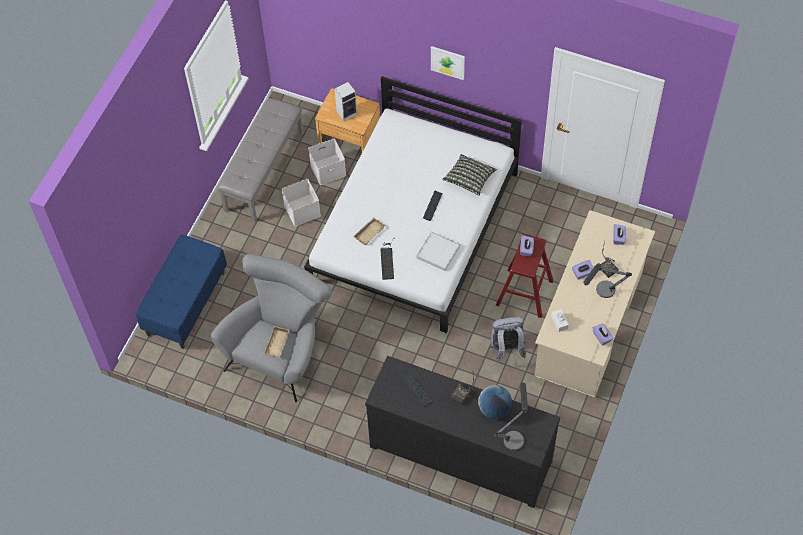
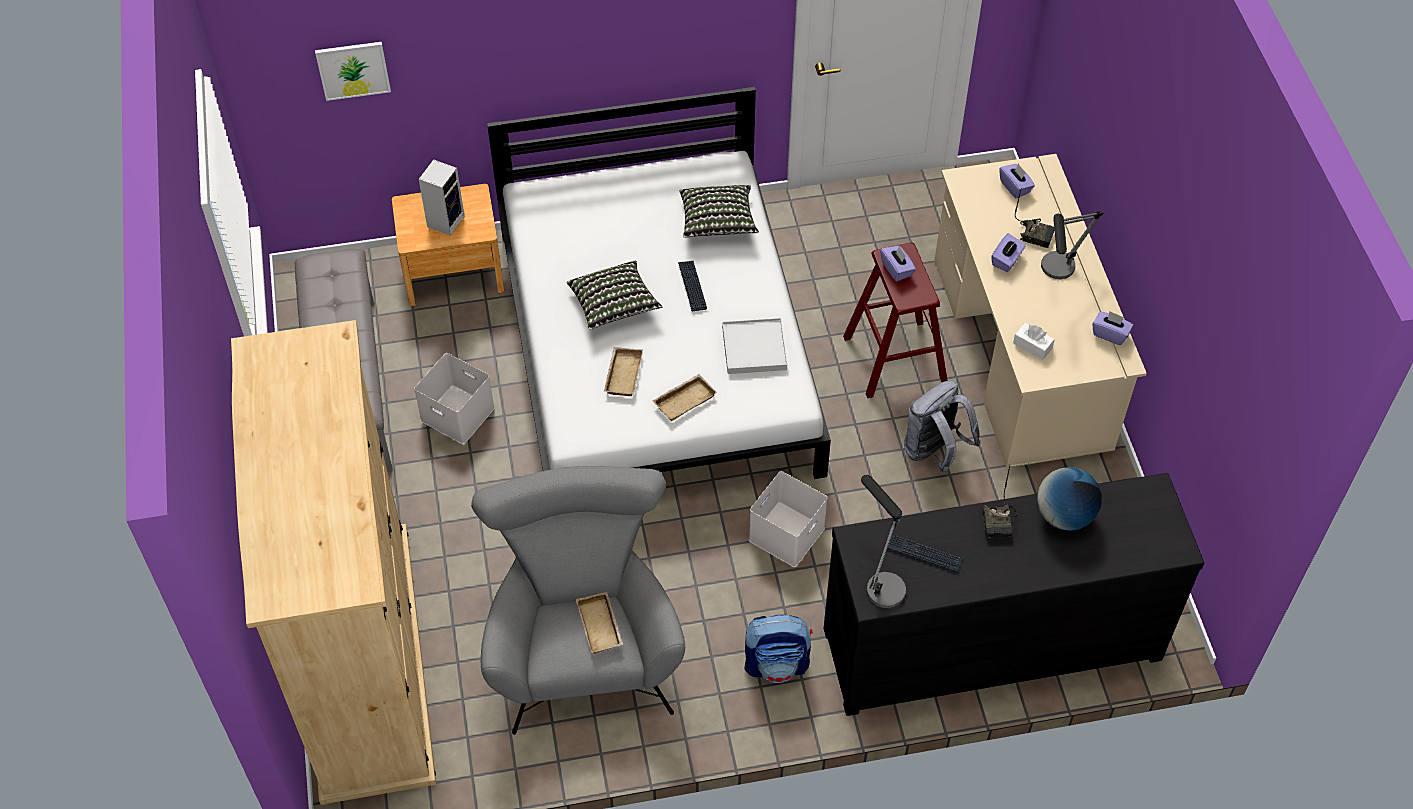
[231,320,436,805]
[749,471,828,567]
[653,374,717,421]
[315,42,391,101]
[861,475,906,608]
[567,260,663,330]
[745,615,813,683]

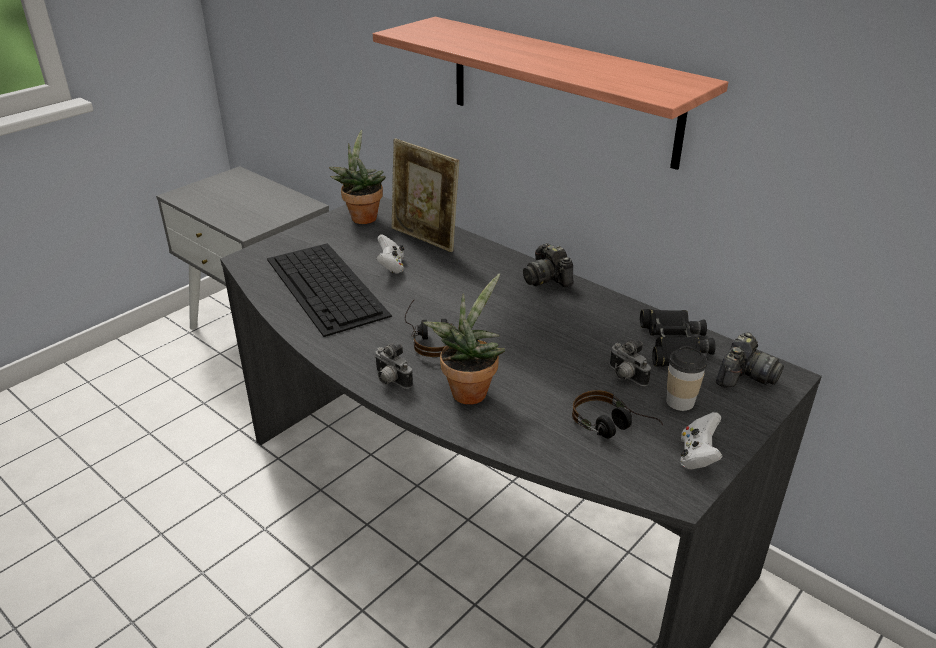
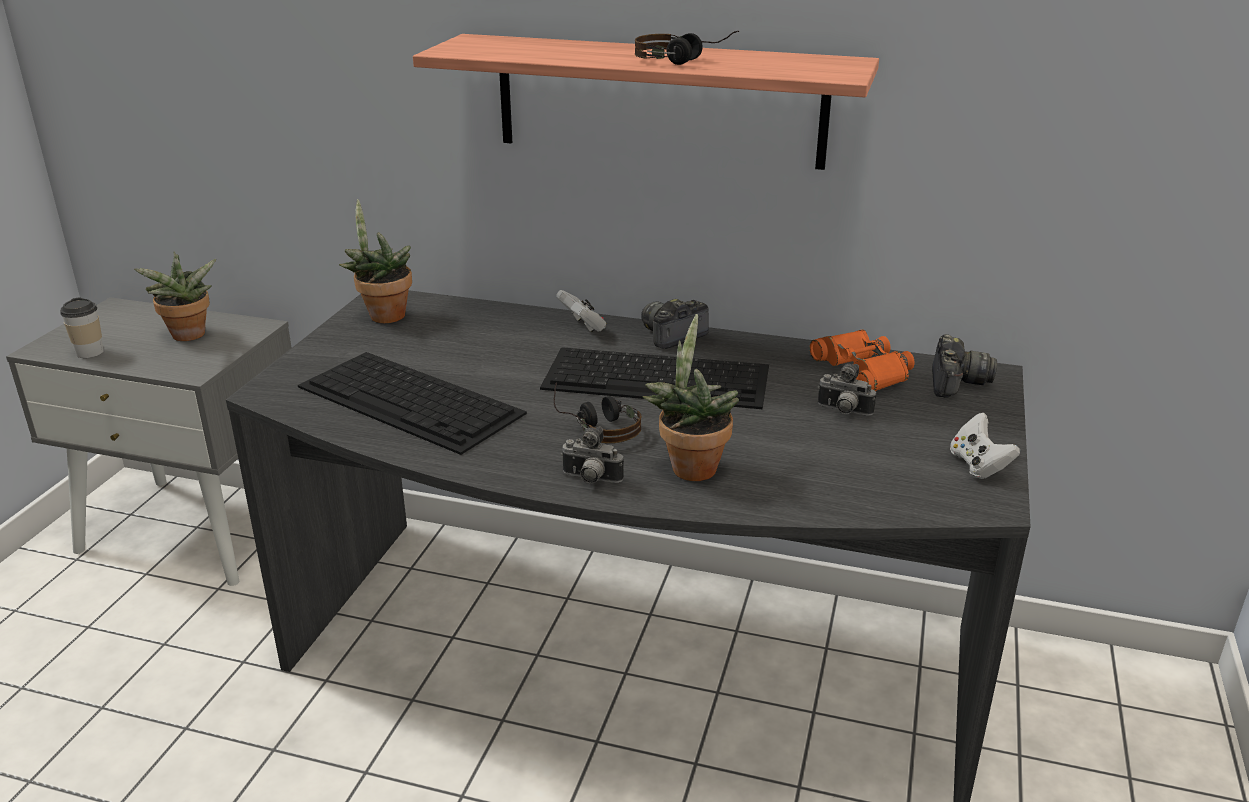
[556,290,606,332]
[392,138,459,252] (first image)
[641,299,709,349]
[635,31,739,65]
[810,329,915,391]
[60,298,104,358]
[134,251,216,341]
[540,347,769,409]

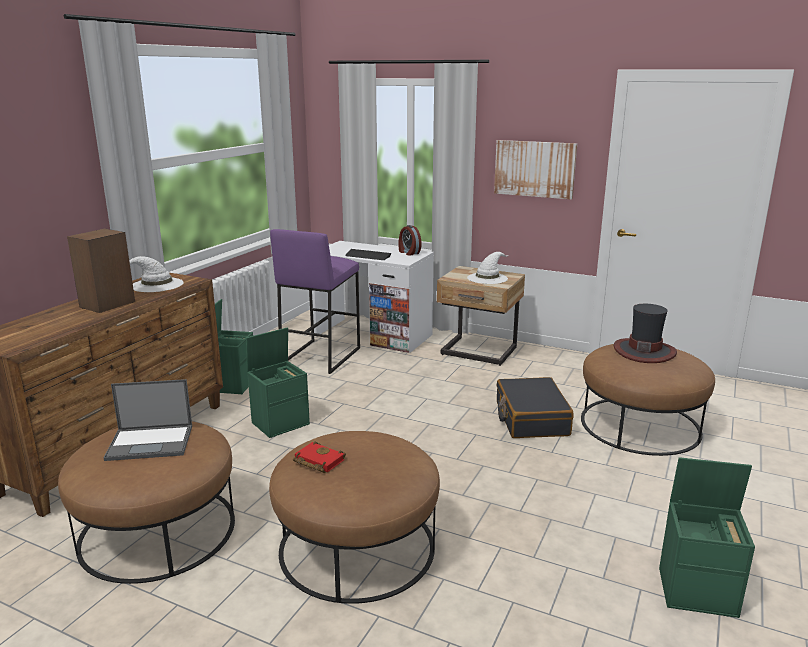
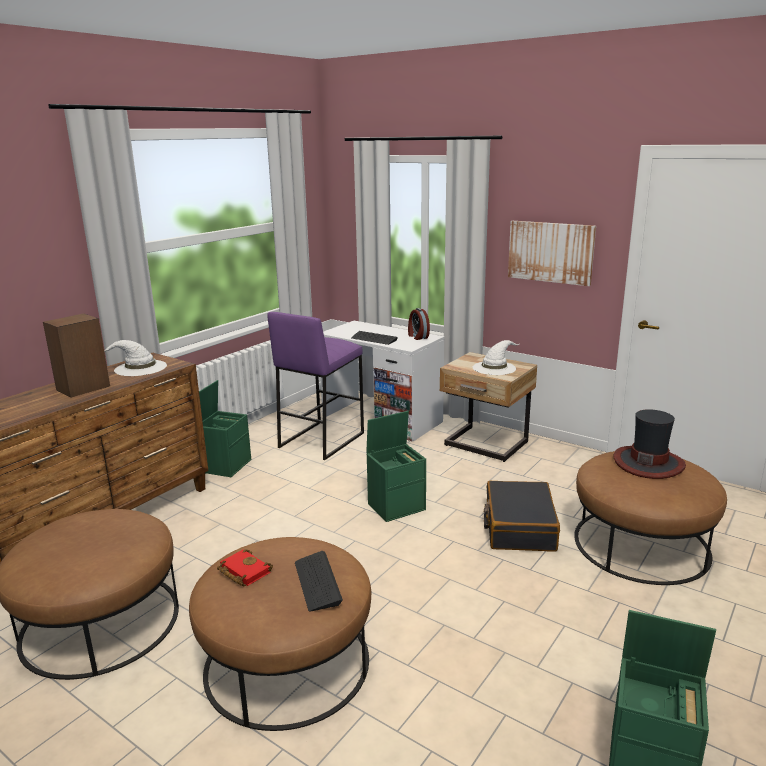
[104,379,192,461] (first image)
[366,411,426,522]
[295,551,343,612]

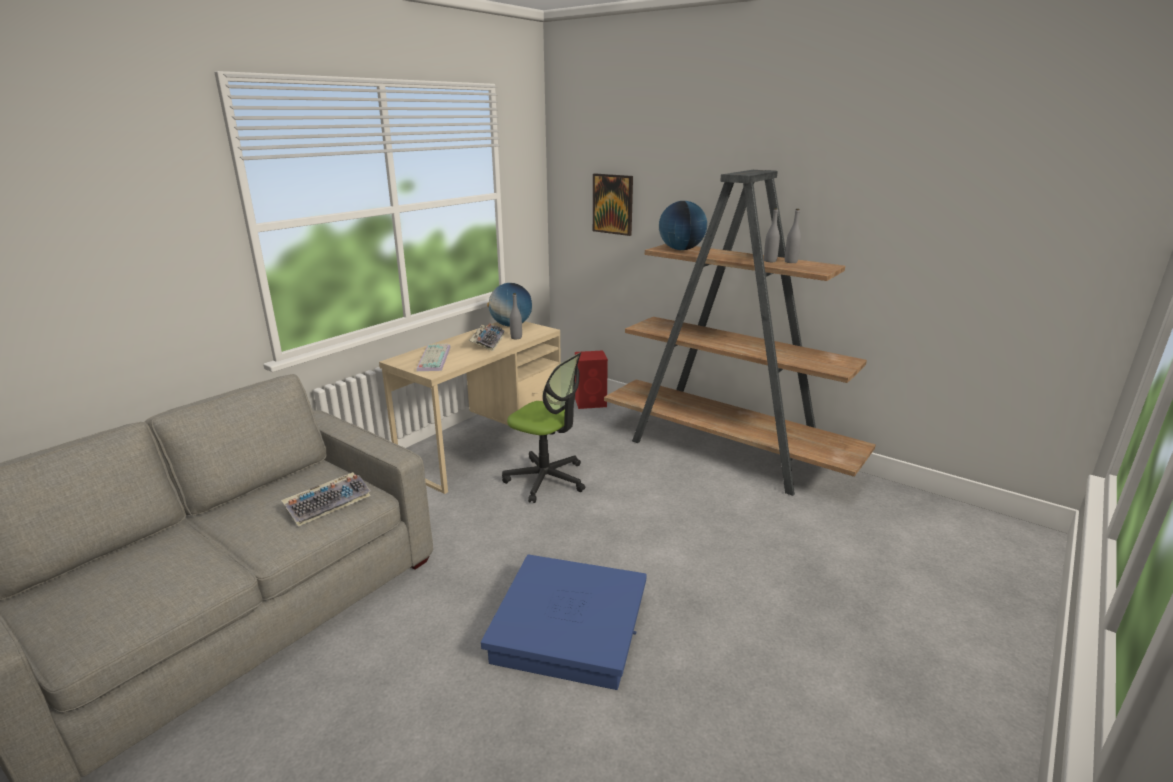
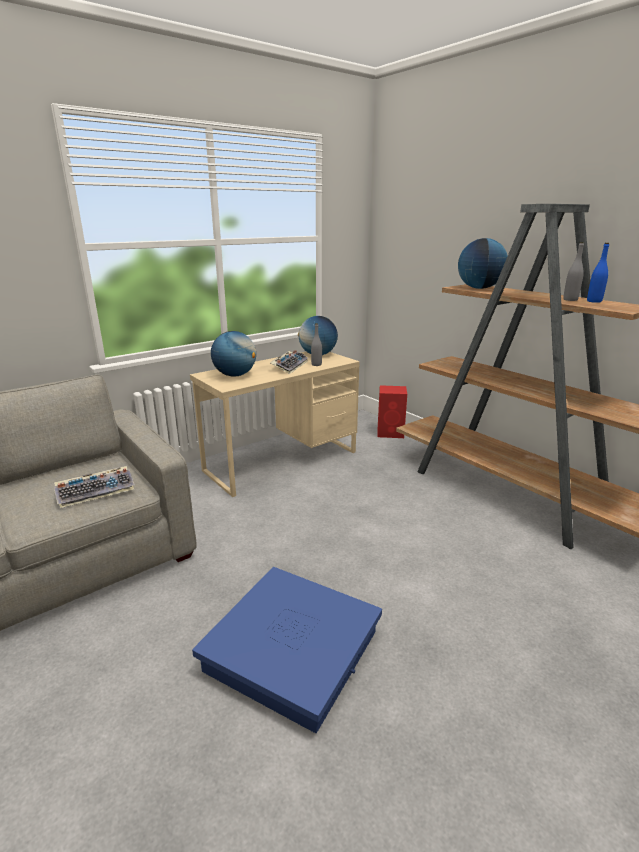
[211,331,256,377]
[502,353,585,503] (first image)
[593,174,633,236] (first image)
[587,243,609,303]

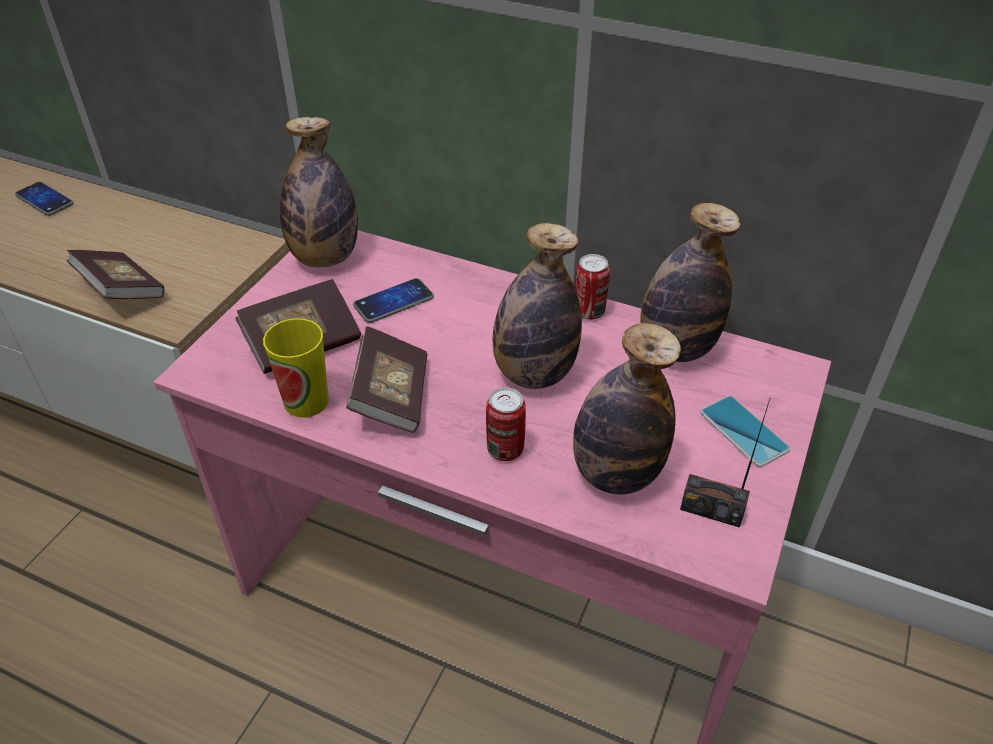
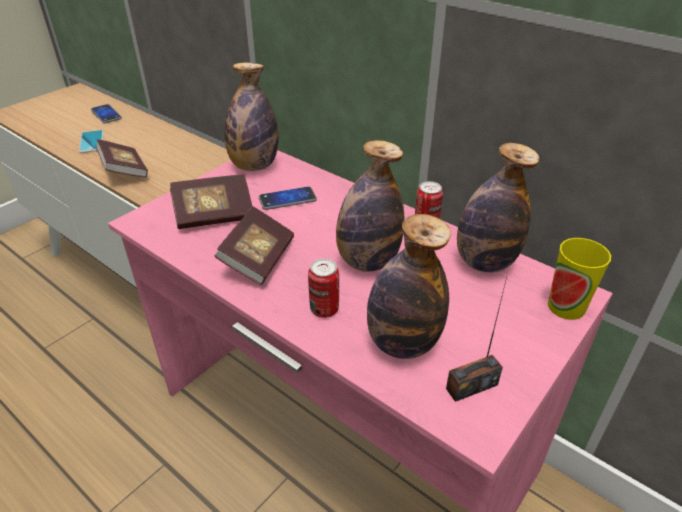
[548,238,611,320]
[446,277,507,402]
[79,130,104,153]

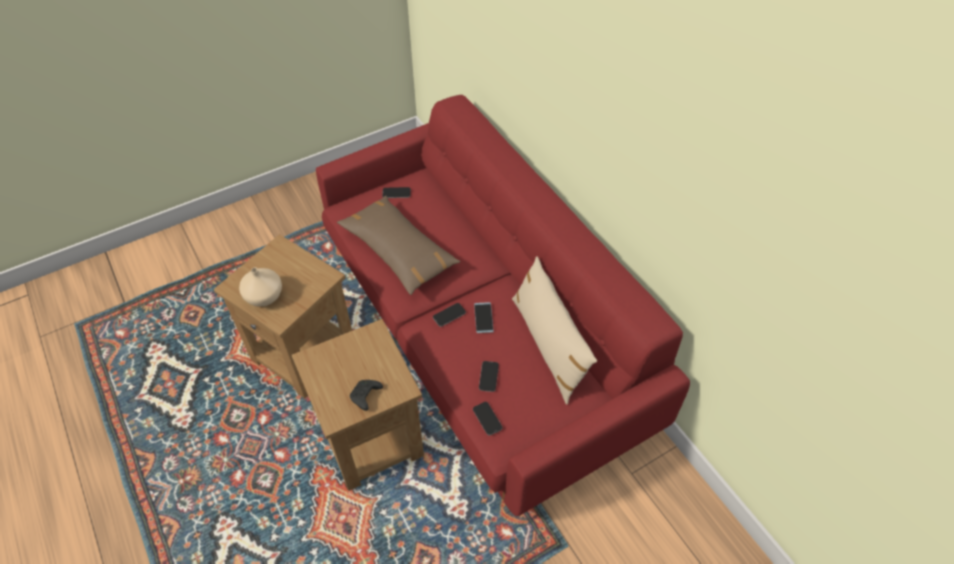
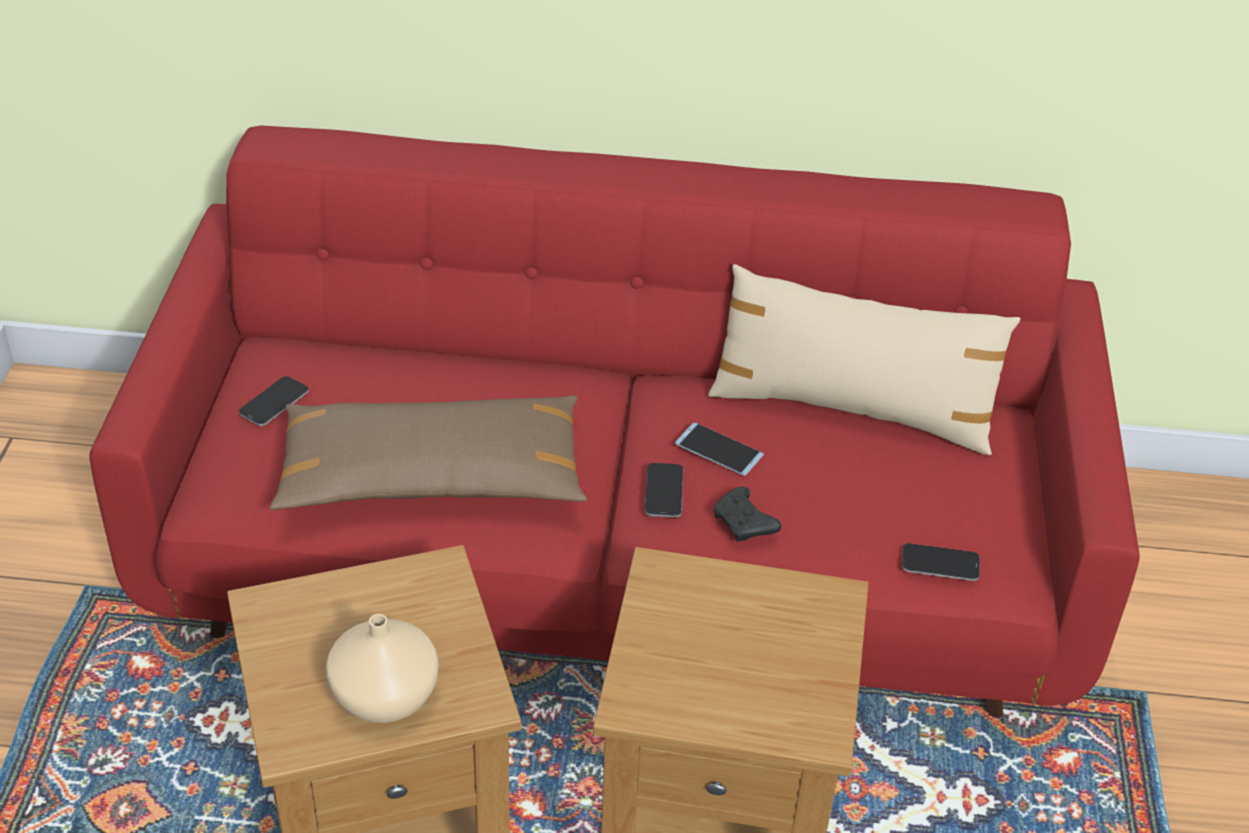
[713,487,781,542]
[479,361,499,392] (first image)

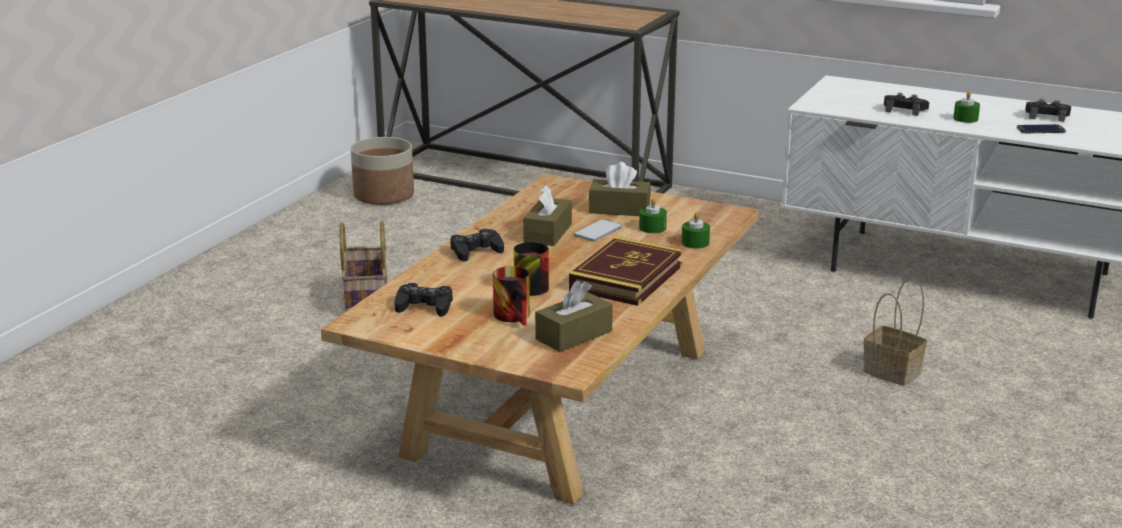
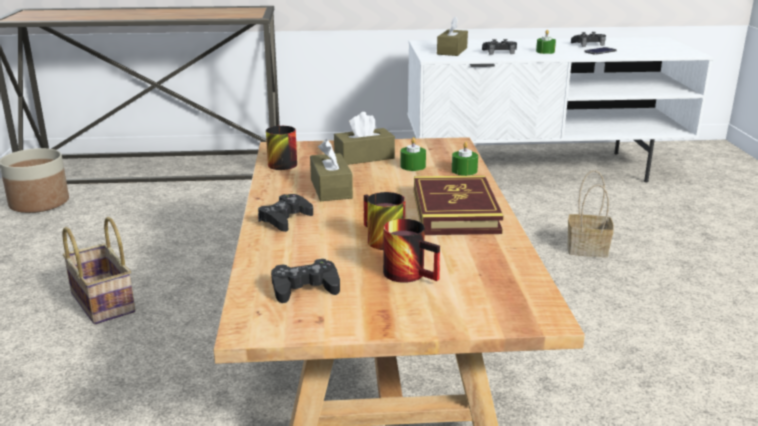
[437,16,468,56]
[574,219,622,241] (first image)
[266,126,297,170]

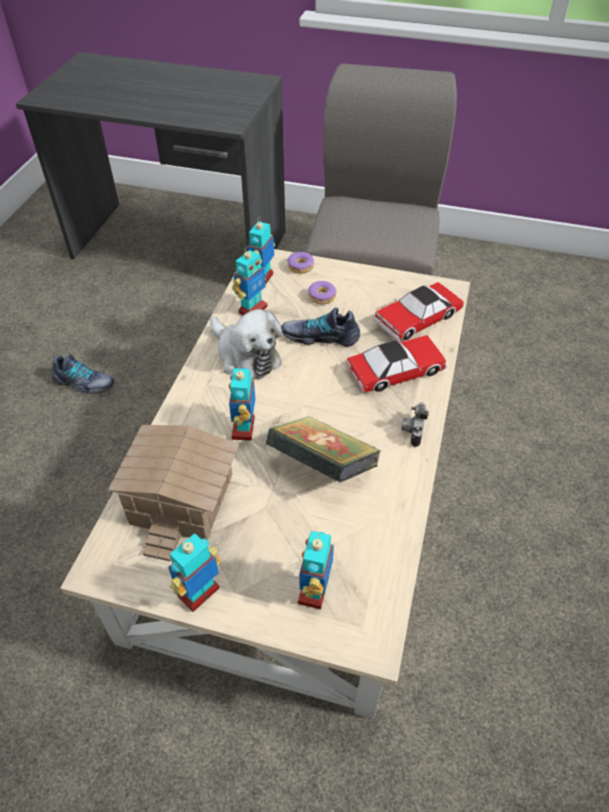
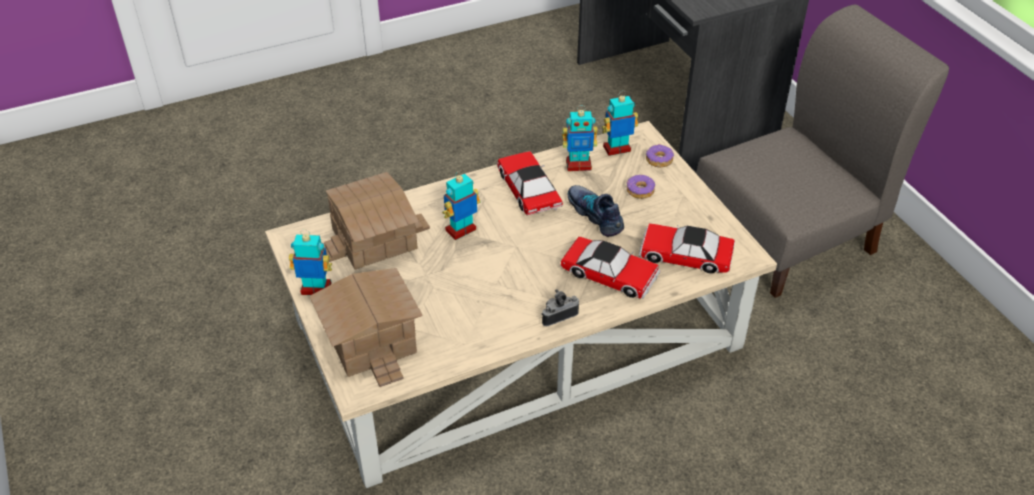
[51,355,114,394] (first image)
[497,151,563,216]
[266,416,381,483] (first image)
[309,268,423,387]

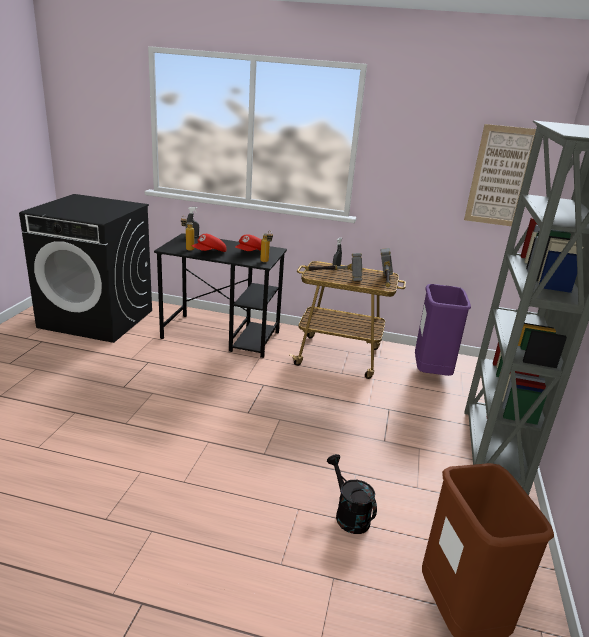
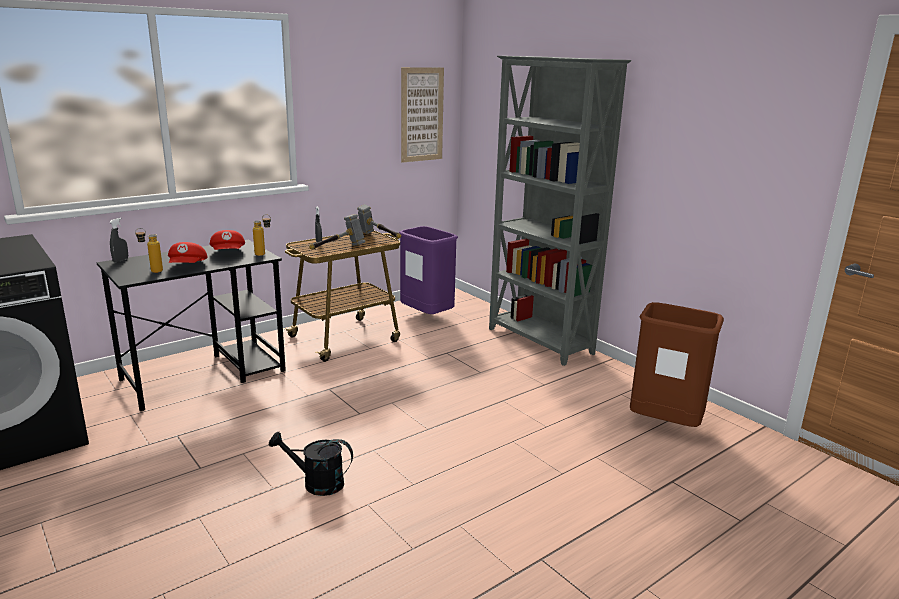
[269,432,353,496]

